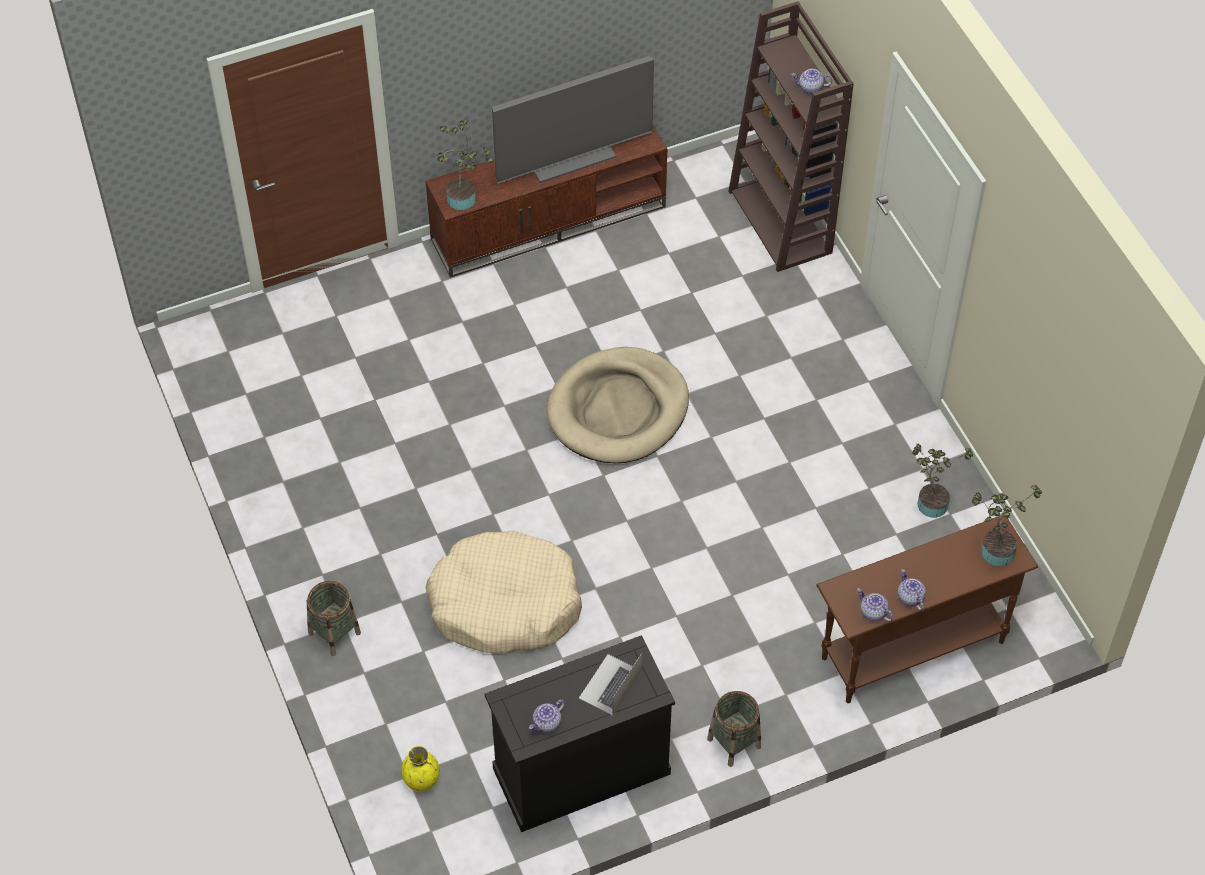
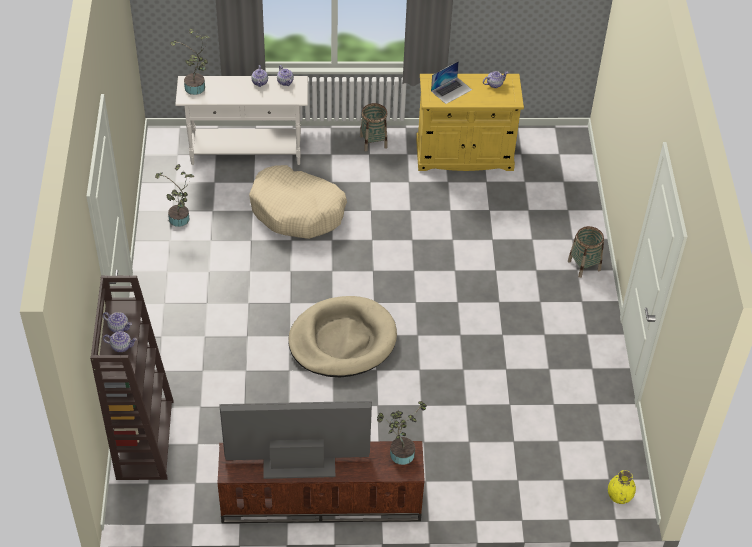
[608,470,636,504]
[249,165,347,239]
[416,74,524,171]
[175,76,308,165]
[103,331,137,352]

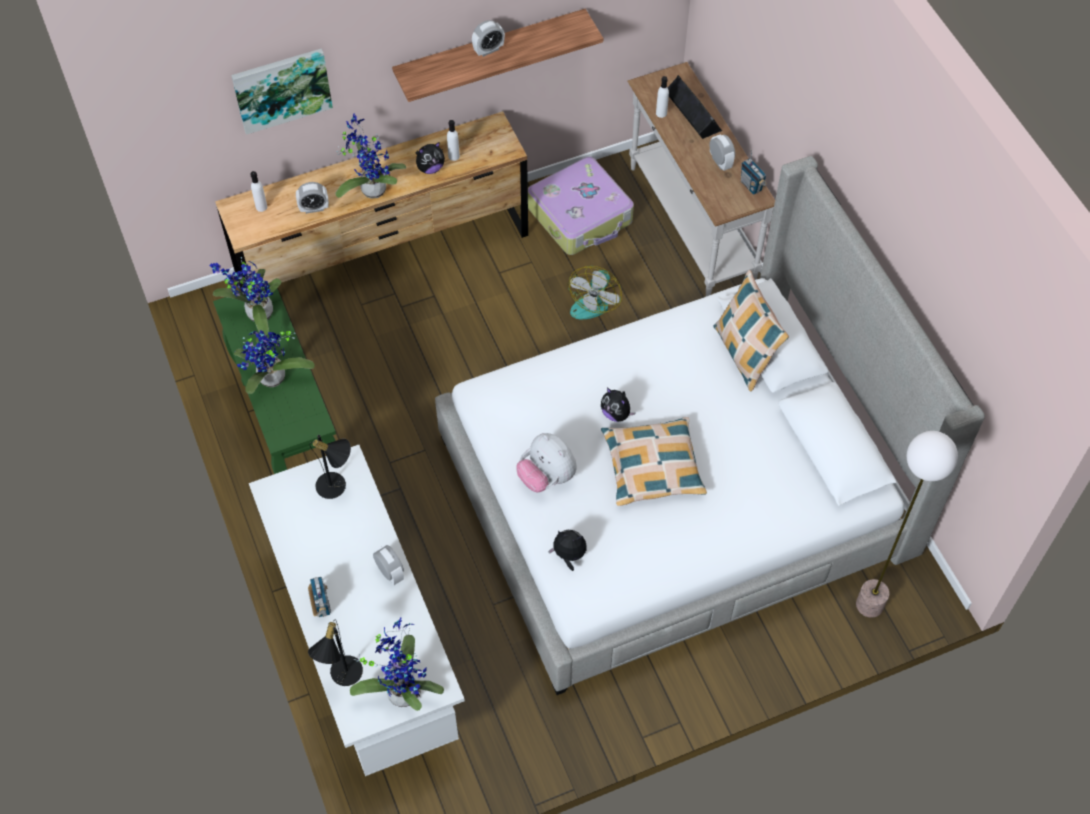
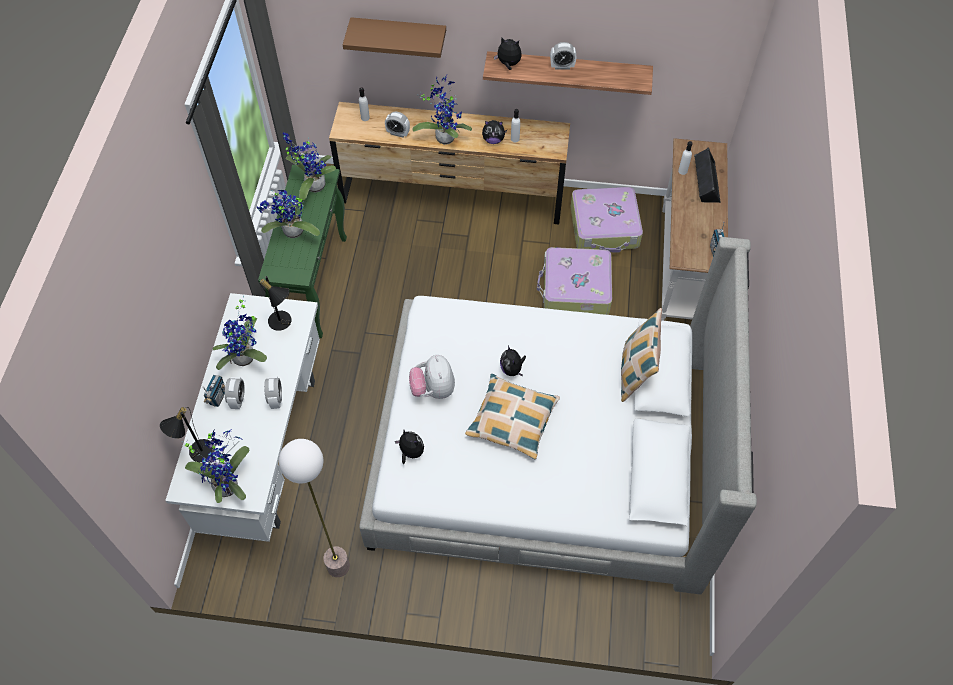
[343,17,446,58]
[537,247,612,315]
[225,377,245,409]
[279,439,350,577]
[213,296,267,370]
[494,37,521,70]

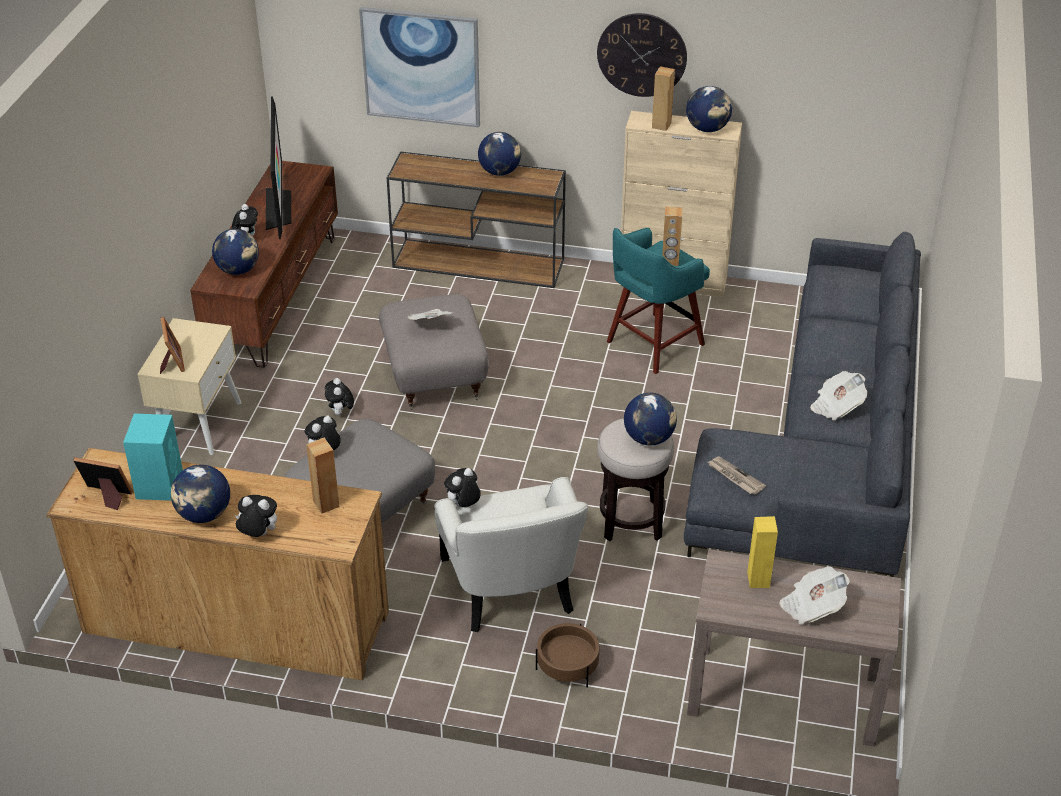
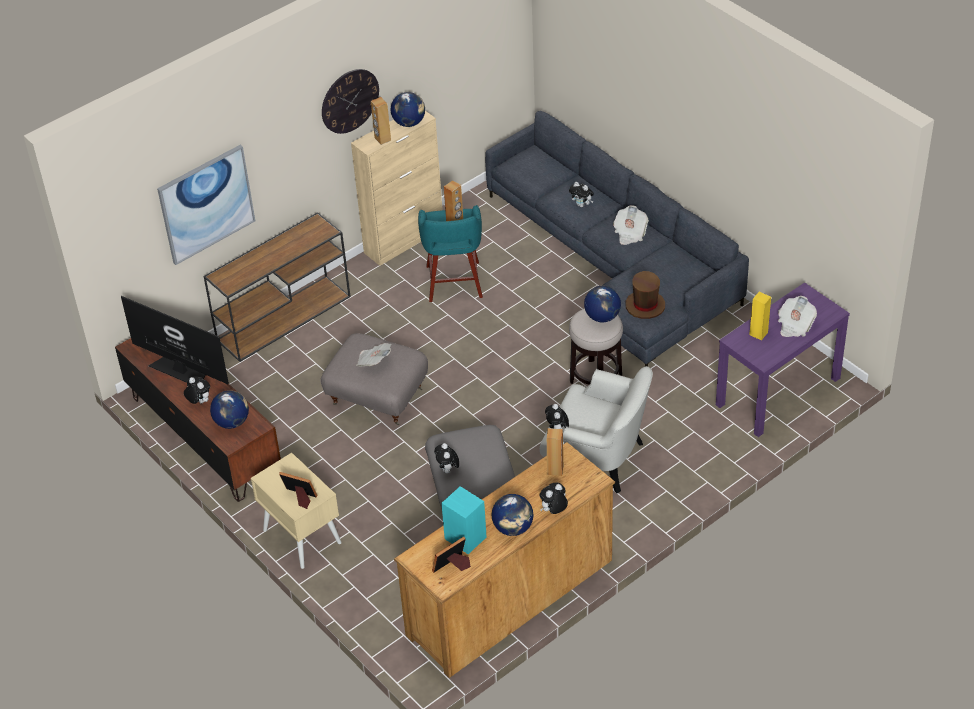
[569,182,594,207]
[478,132,521,176] (first image)
[536,623,599,687] (first image)
[716,282,850,437]
[625,271,665,319]

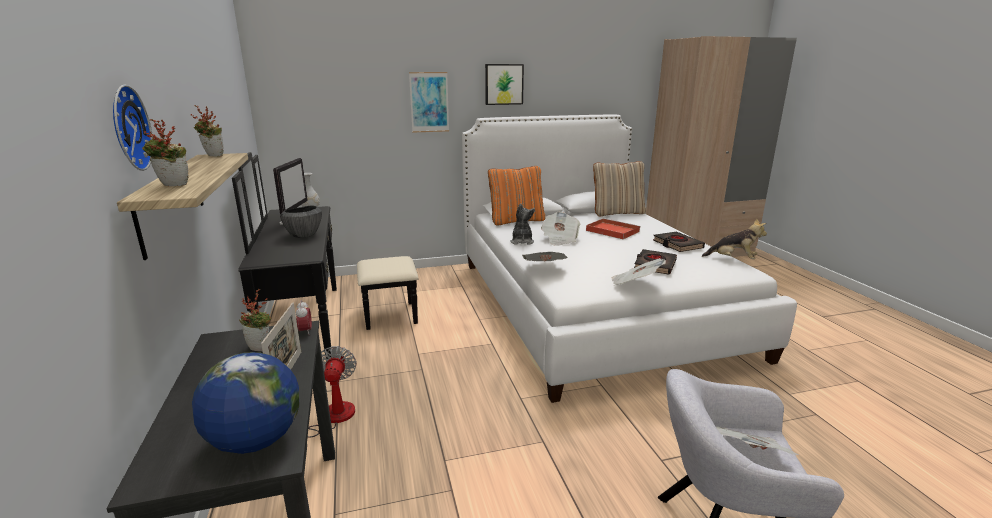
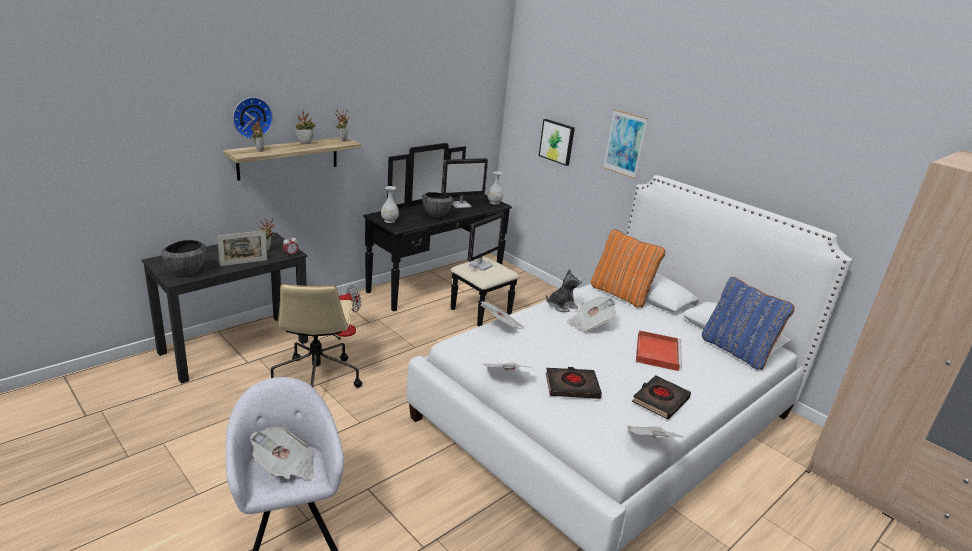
[161,240,207,276]
[539,119,575,166]
[702,277,795,370]
[627,426,683,438]
[271,284,362,388]
[296,109,316,144]
[381,186,399,223]
[468,212,504,271]

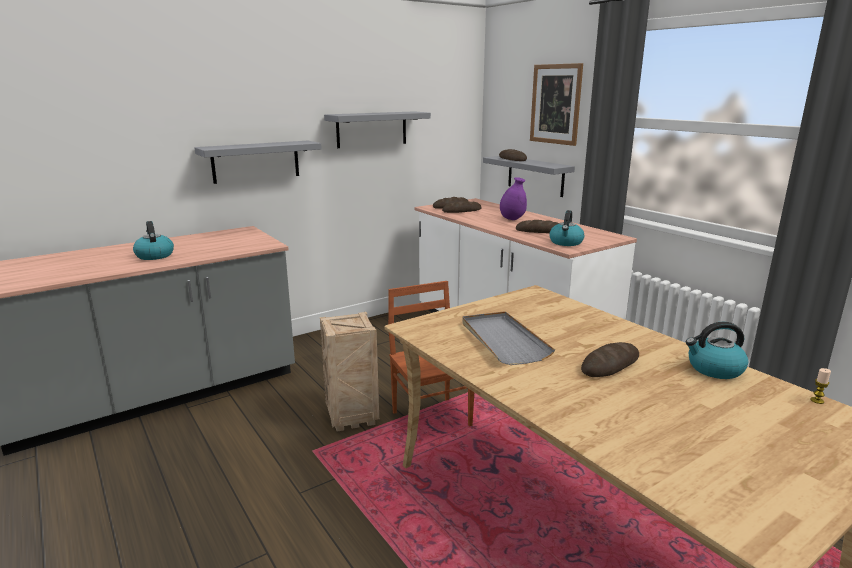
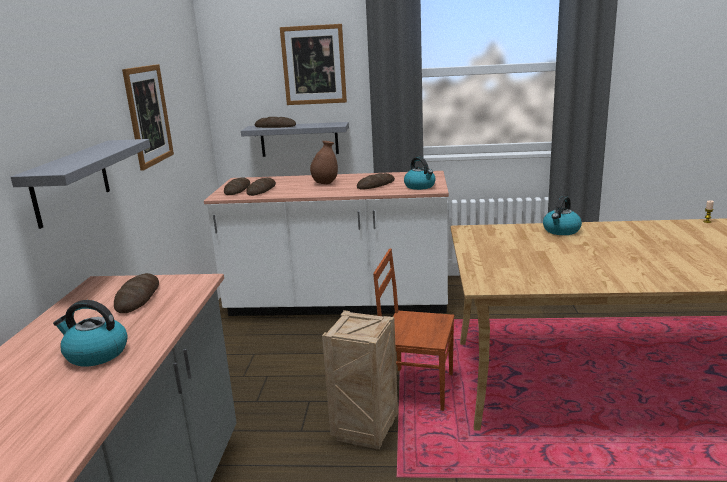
[122,64,174,171]
[462,311,555,365] (first image)
[310,141,338,184]
[114,273,159,313]
[543,196,582,235]

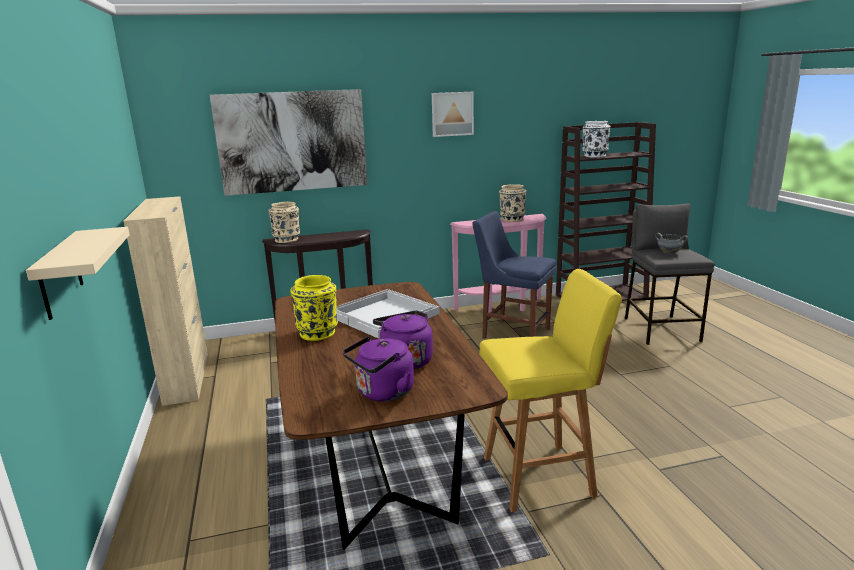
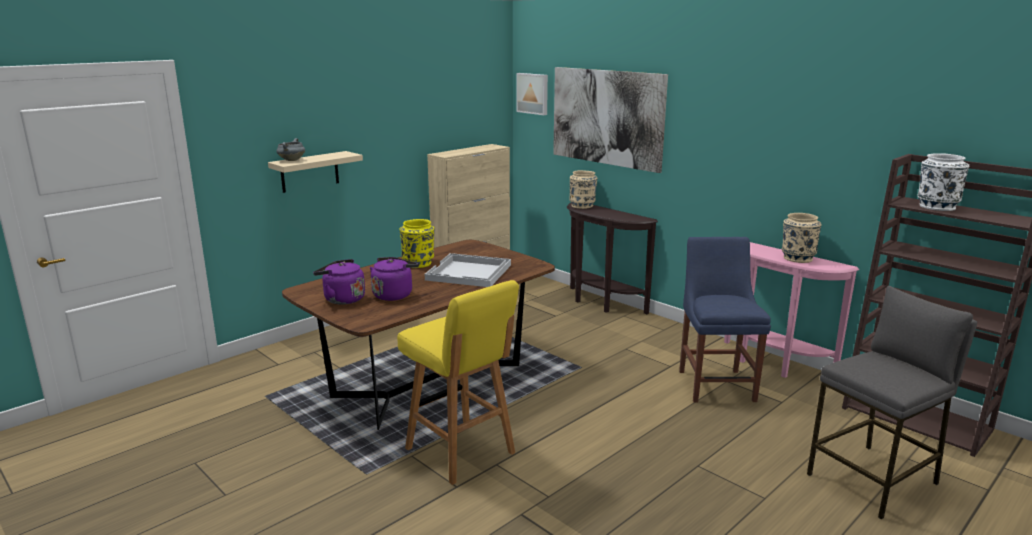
[516,73,548,115]
[277,138,305,161]

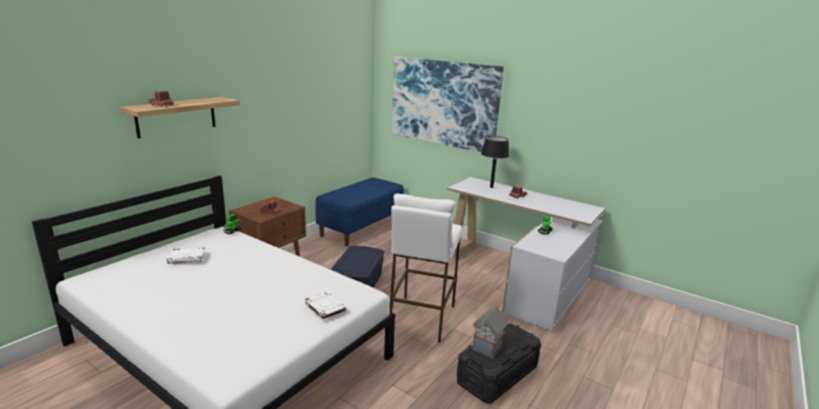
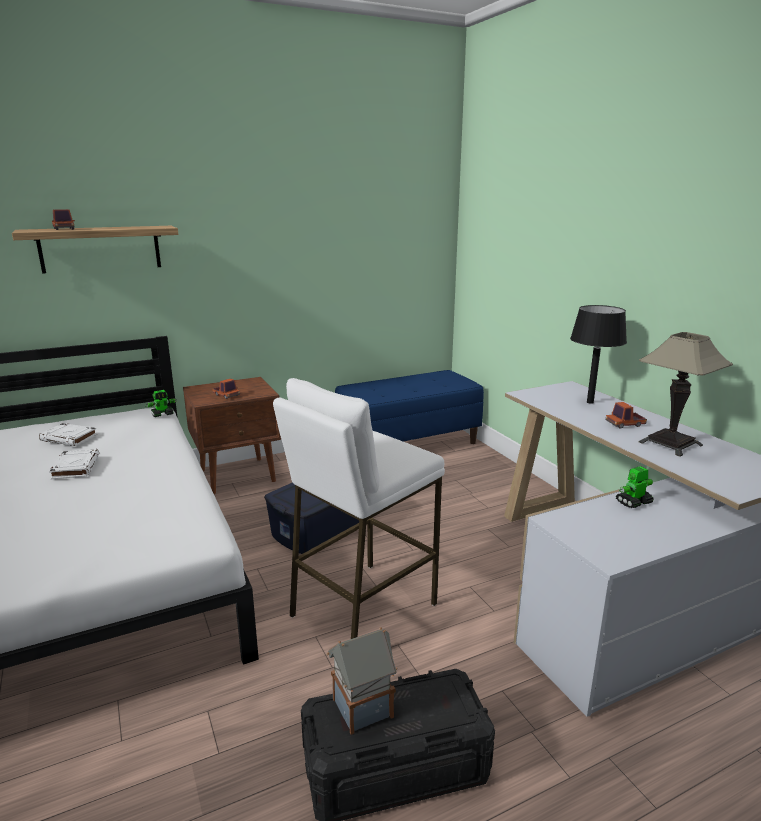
[49,449,99,479]
[392,57,504,152] (first image)
[639,332,733,457]

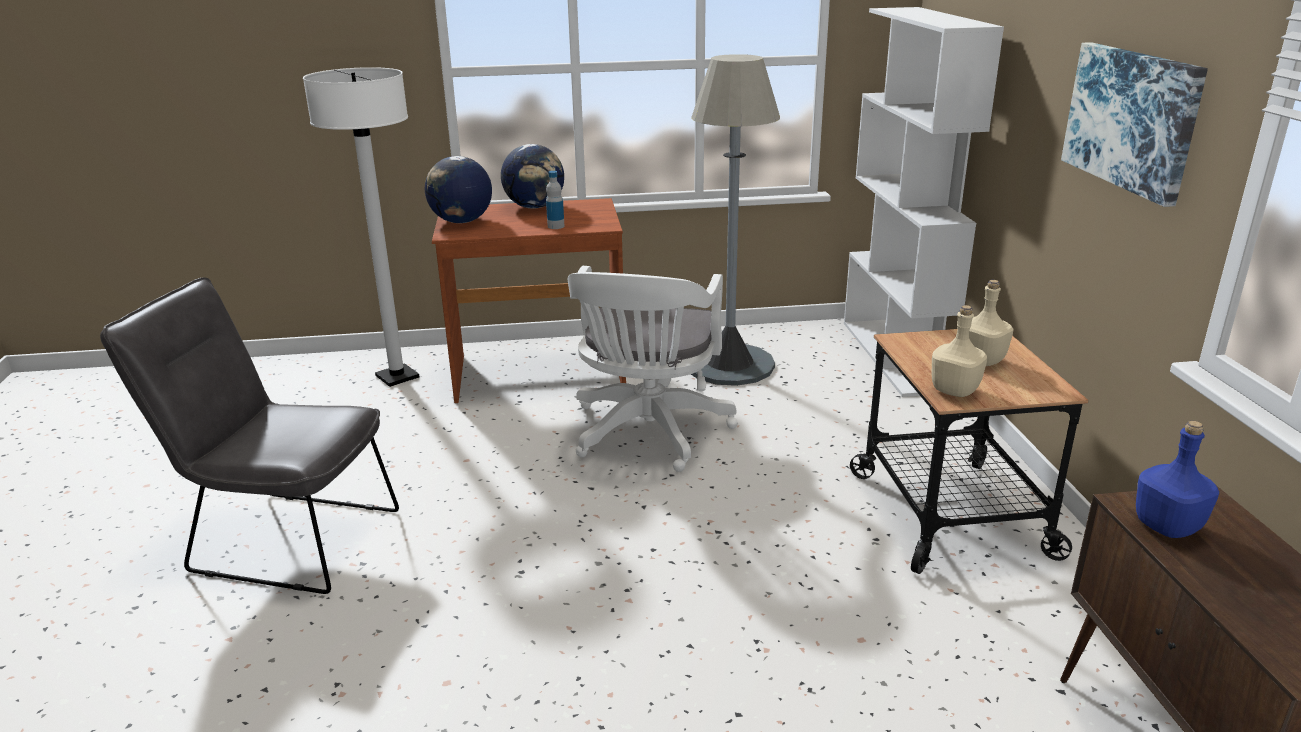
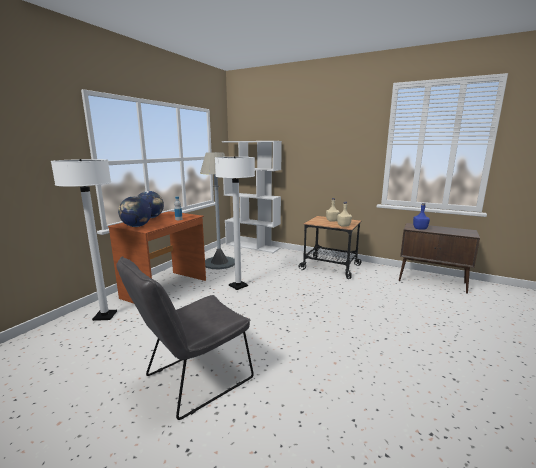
[215,157,255,290]
[1061,42,1208,207] (first image)

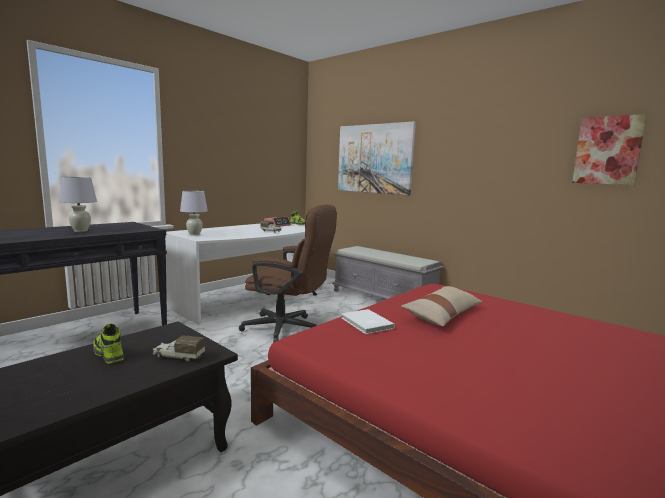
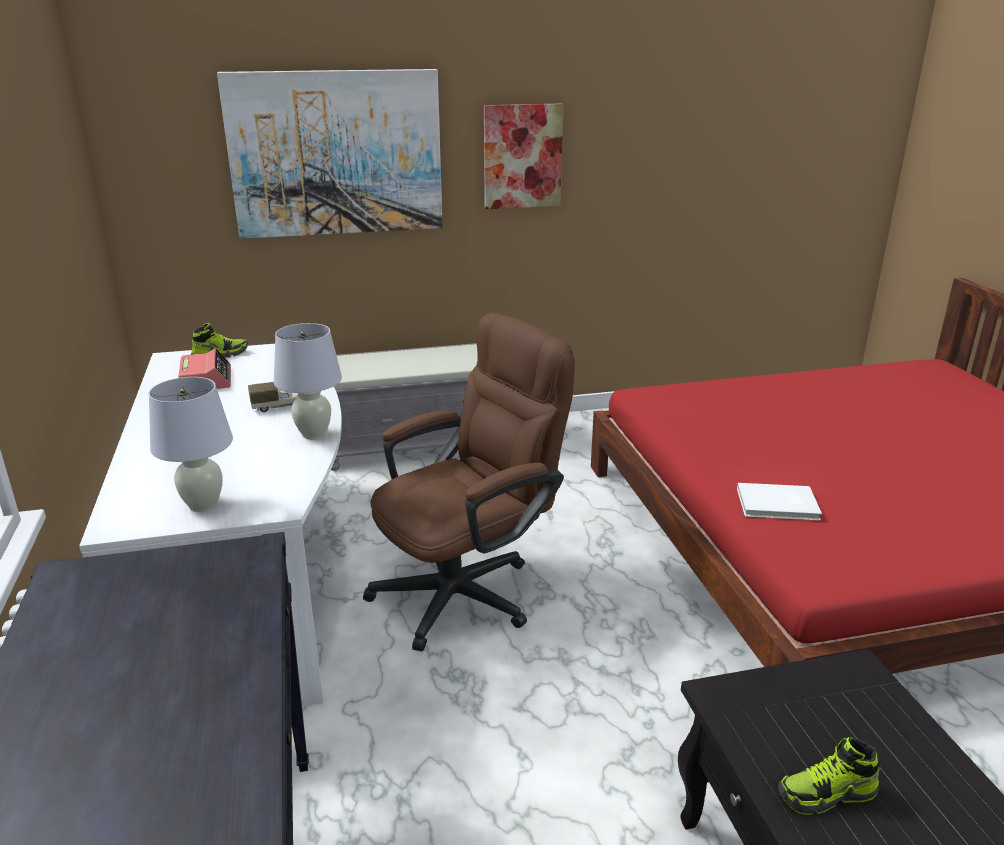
[274,323,342,439]
[153,335,205,362] (first image)
[401,286,482,326] (first image)
[484,103,563,209]

